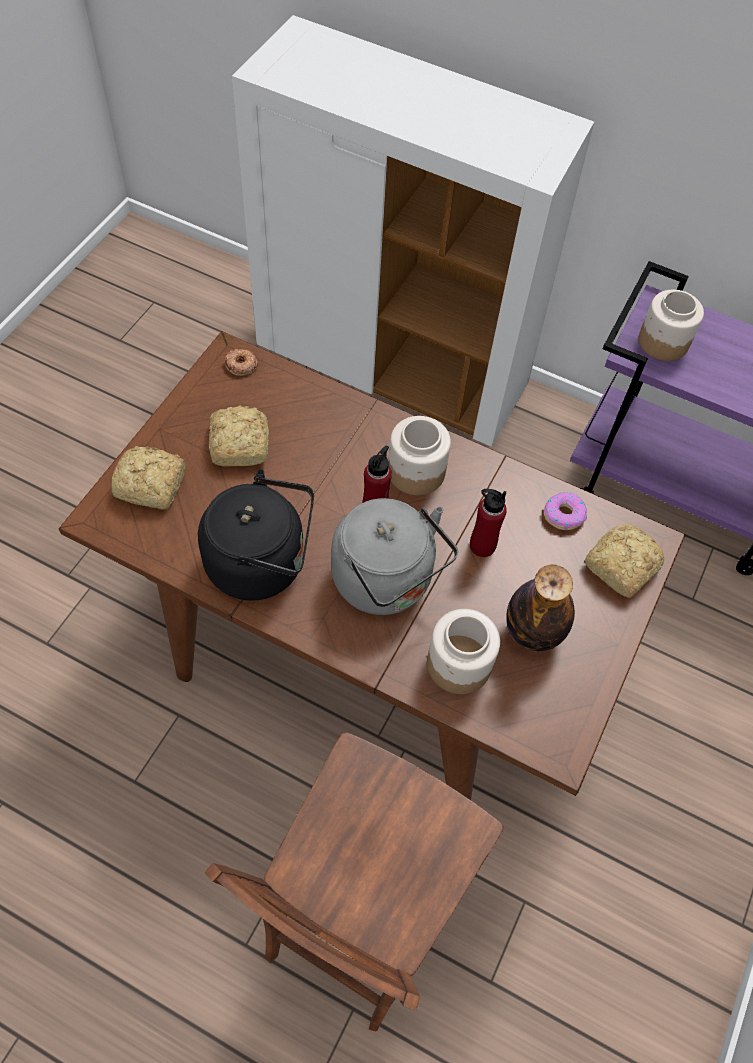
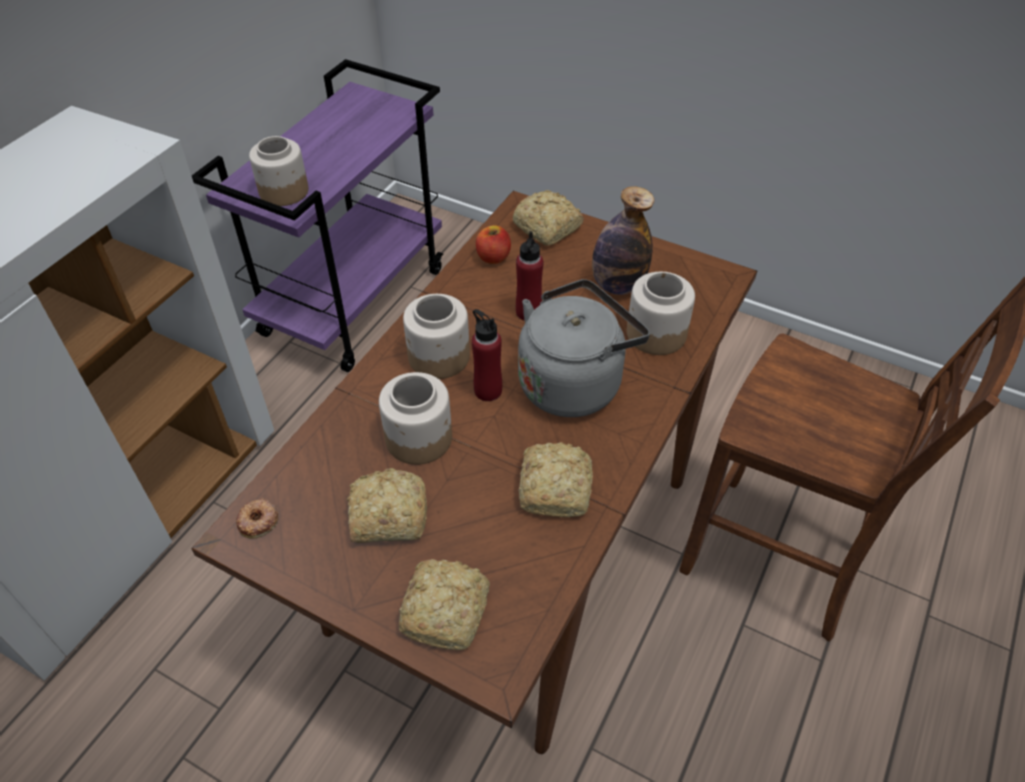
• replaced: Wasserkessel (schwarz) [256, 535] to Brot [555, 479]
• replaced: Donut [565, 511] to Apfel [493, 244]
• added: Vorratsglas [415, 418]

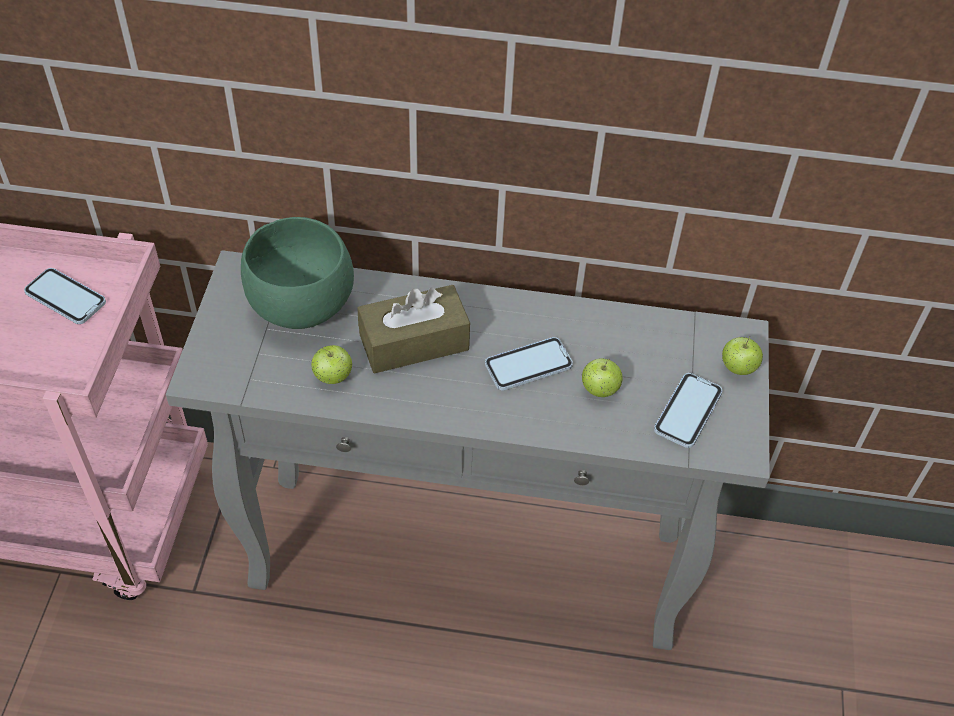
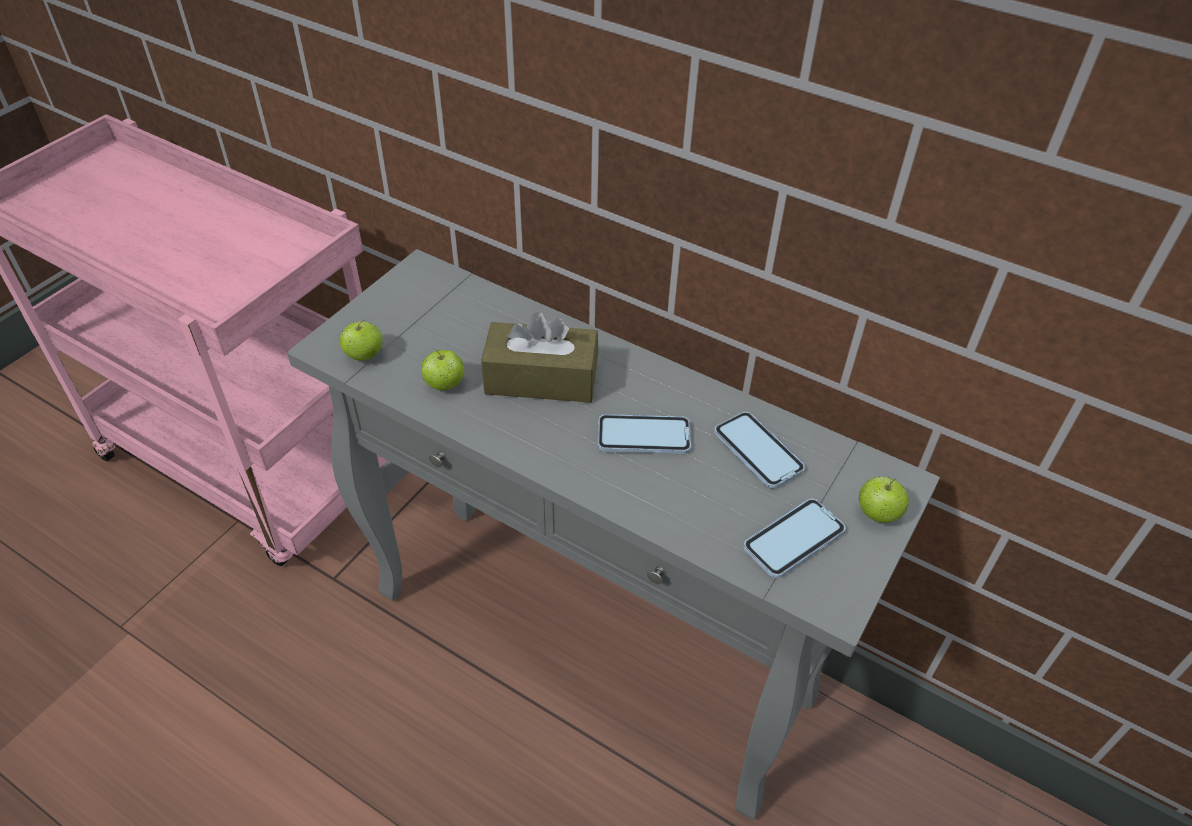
• moved: Handy [65, 296] to [759, 450]
• removed: Schüssel (grün) [297, 273]
• moved: Apfel [602, 377] to [361, 340]

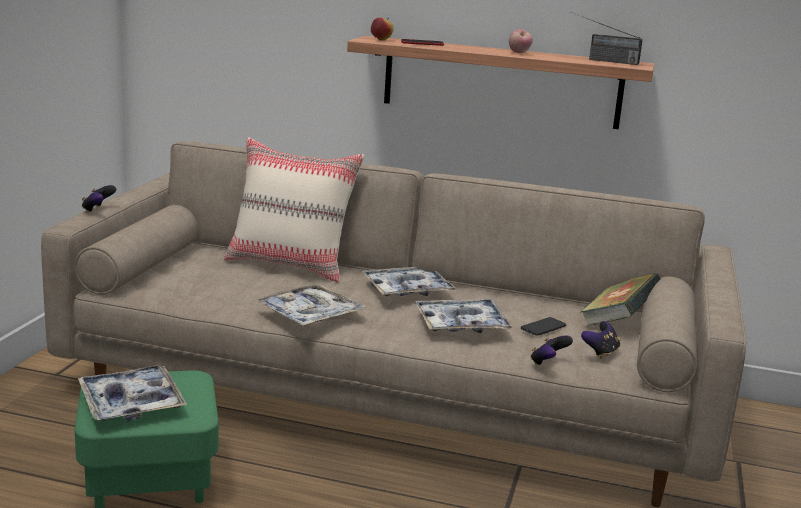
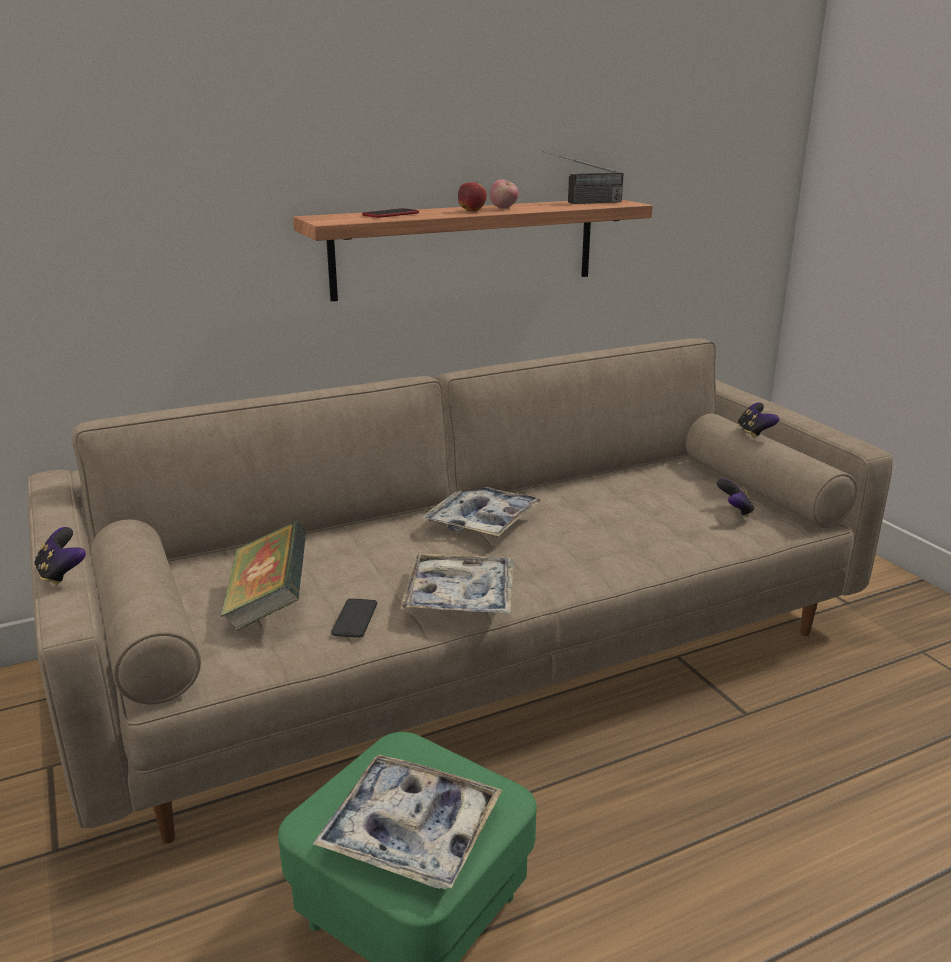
• removed: Kissen (beige) [294, 210]
• moved: Apfel [382, 28] to [472, 196]
• removed: Tablett [464, 316]
• moved: Handy [543, 326] to [354, 618]
• moved: Gamepad [551, 350] to [759, 420]
• moved: Buch [620, 299] to [263, 576]

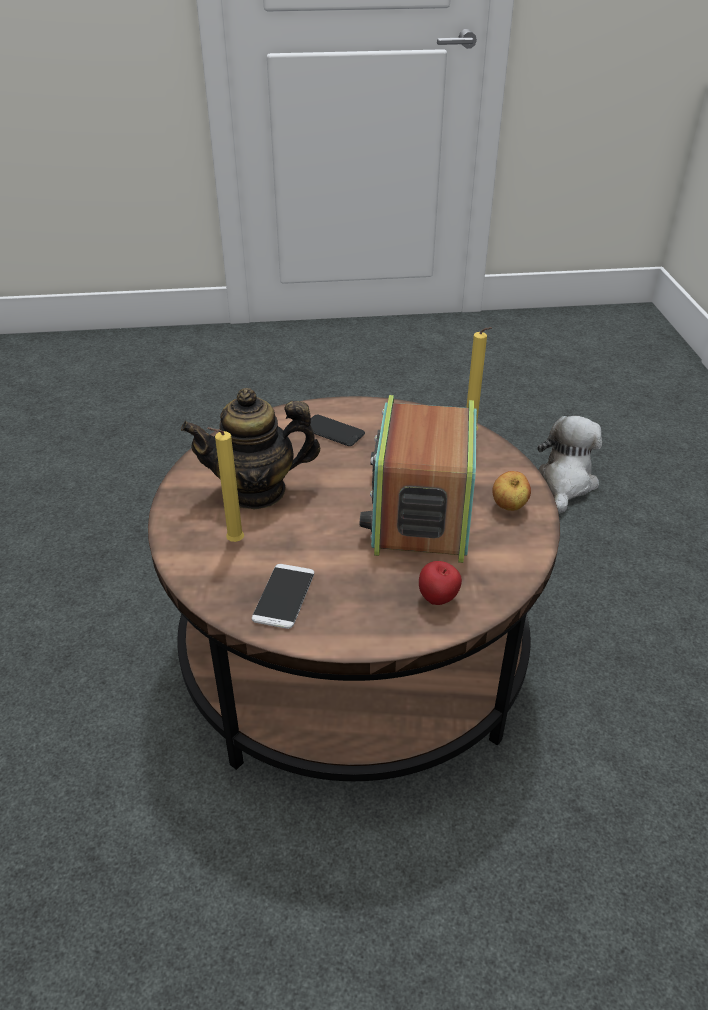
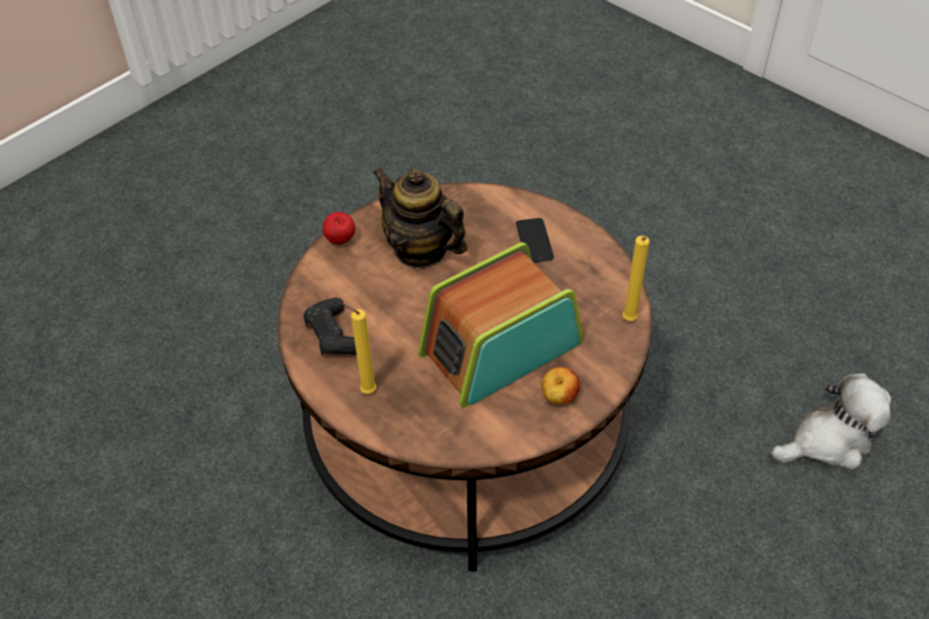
• moved: Kerze (gelb) [225, 484] to [359, 348]
• replaced: Handy [283, 596] to Gamepad (schwarz) [330, 326]
• moved: Apfel [440, 583] to [339, 228]

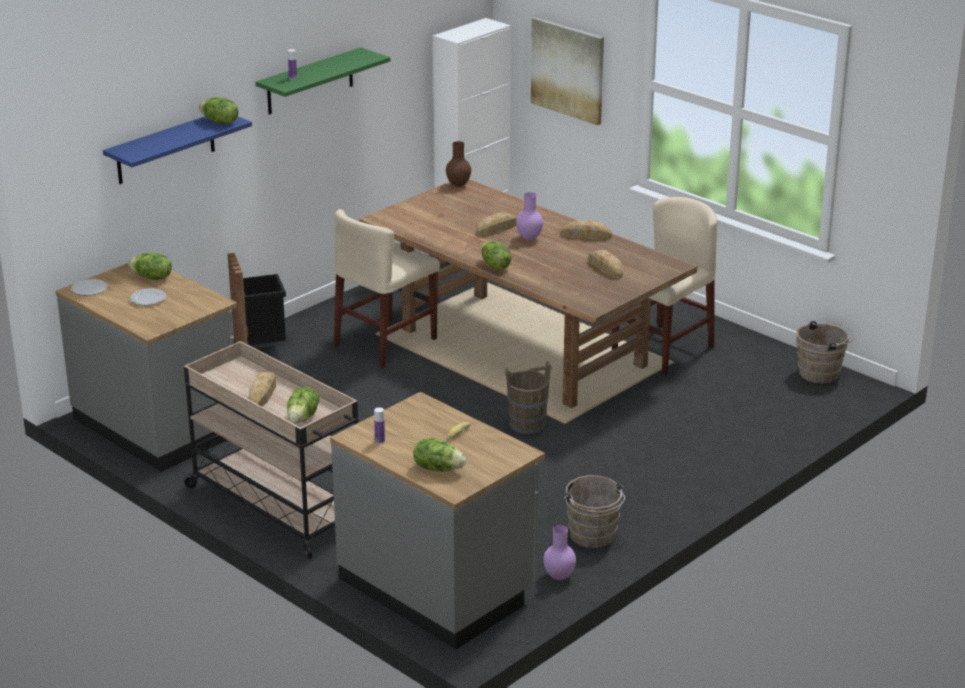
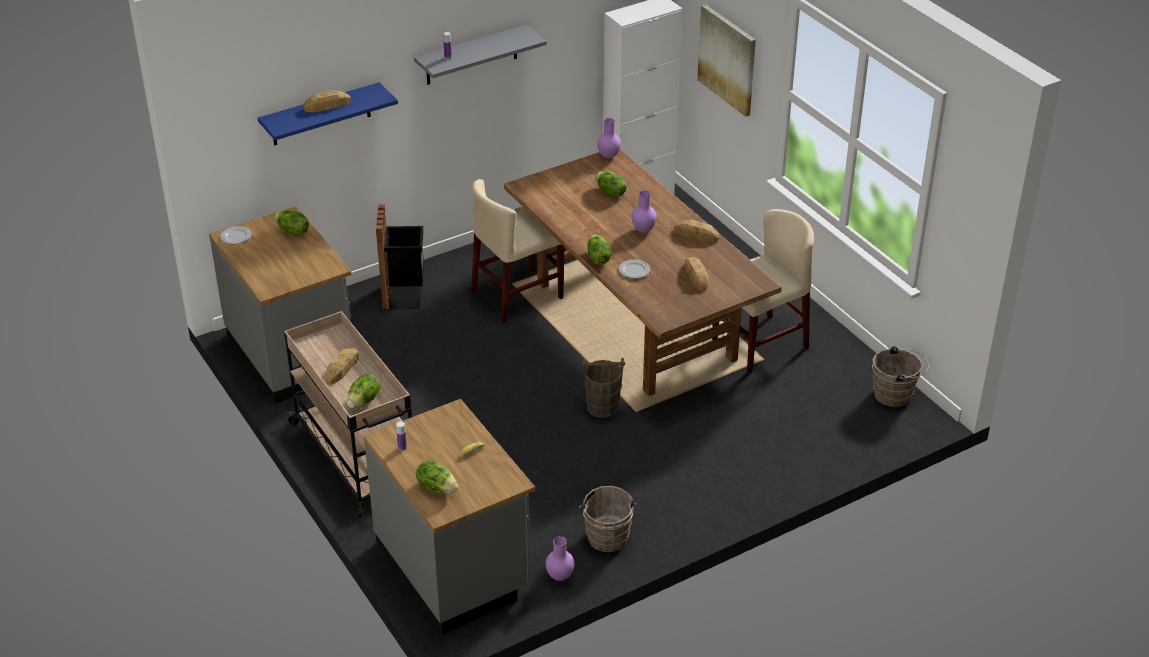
• moved: Teller [148, 297] to [634, 268]
• moved: Salatkopf [219, 110] to [611, 184]
• recoloured: Wandregal (grün) [323, 81] to Wandregal (grau) [480, 55]
• recoloured: Vase (braun) [458, 164] to Vase (lila) [609, 138]
• moved: Brot [496, 224] to [327, 101]

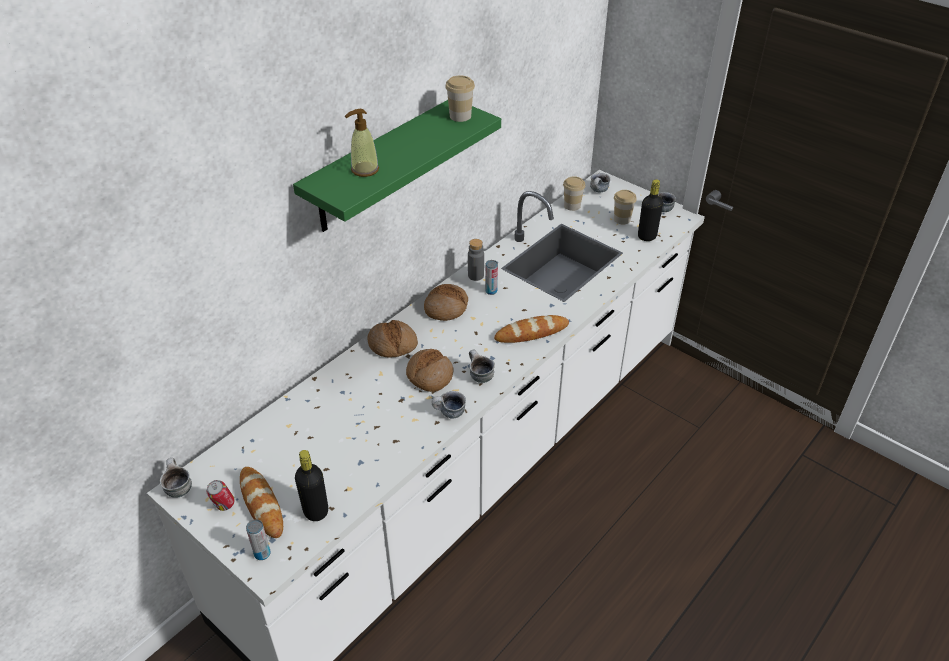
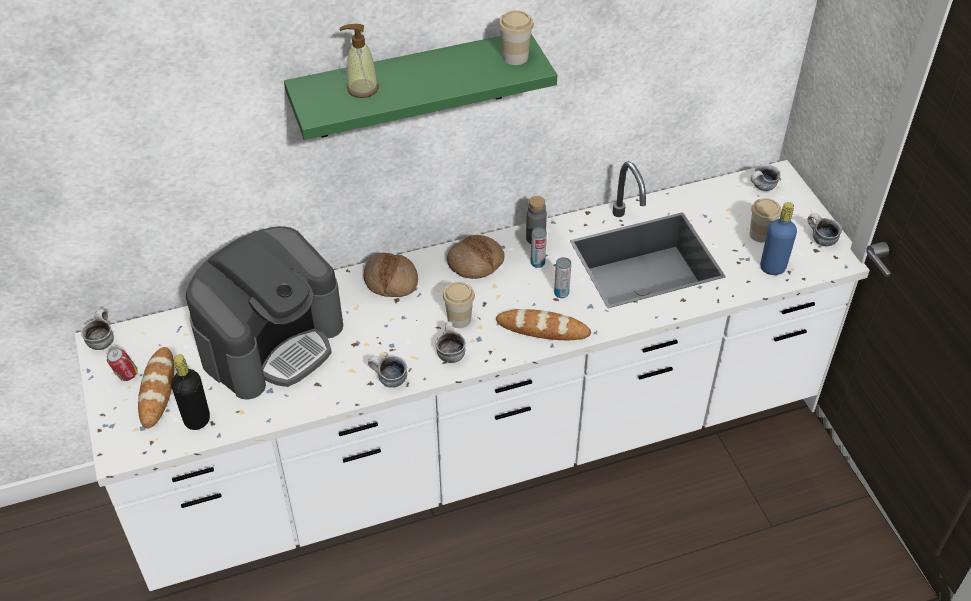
• moved: Dose [258, 539] to [562, 277]
• removed: Brot [429, 370]
• moved: Tasse [574, 193] to [459, 305]
• recoloured: Flasche (schwarz) [650, 210] to Flasche (blau) [778, 238]
• added: Kaffeemaschine [264, 313]

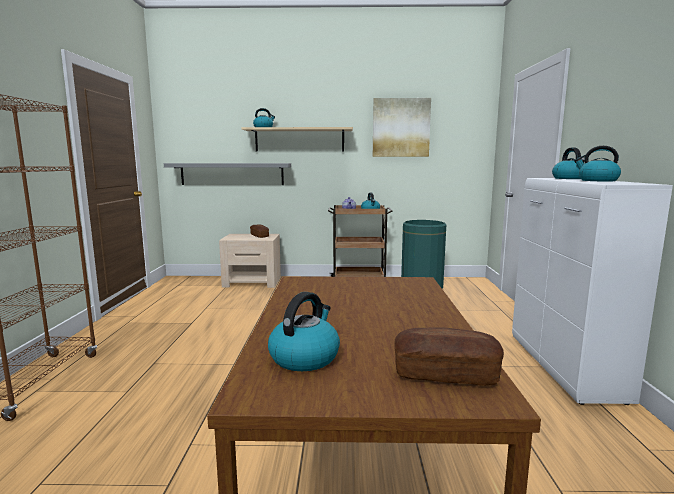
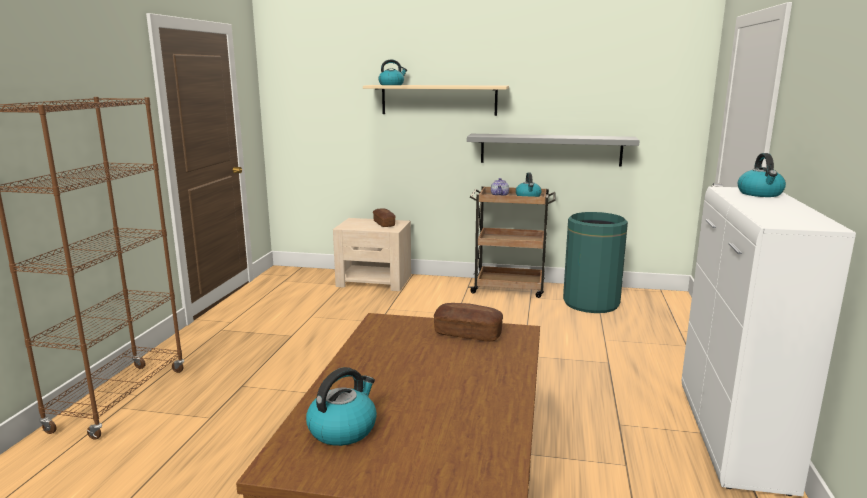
• moved: Wandregal (grau) [227, 174] to [553, 150]
• removed: Bild [402, 127]
• moved: Brot [449, 357] to [468, 322]
• removed: Wasserkessel [597, 163]

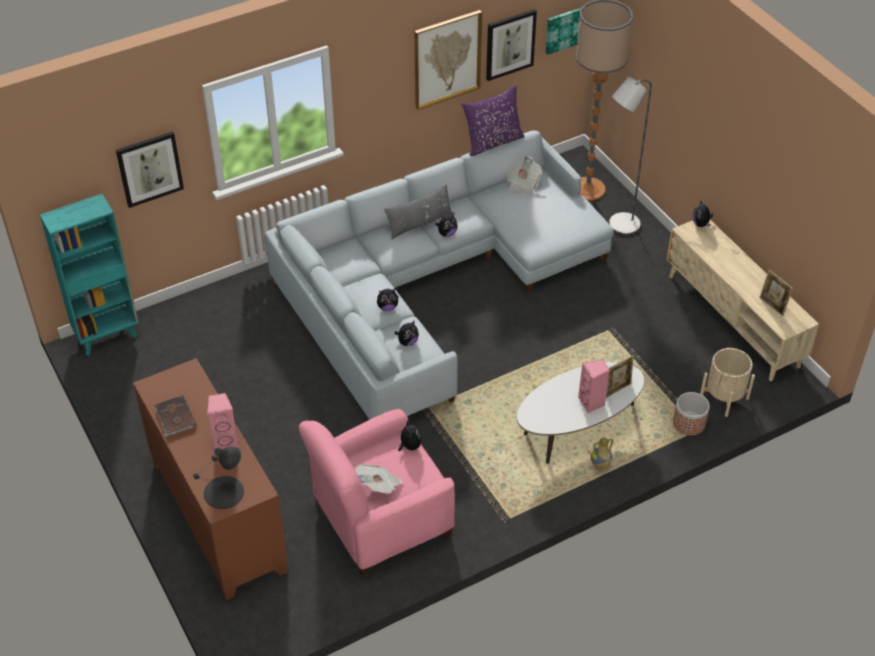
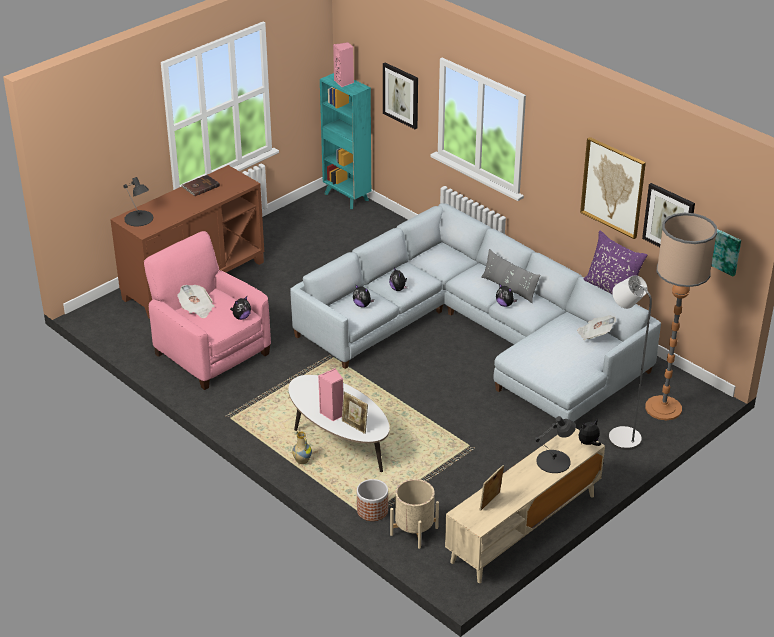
• moved: Lautsprecher (rosa) [223, 422] to [343, 64]
• added: Tischlampe (schwarz) [555, 444]

